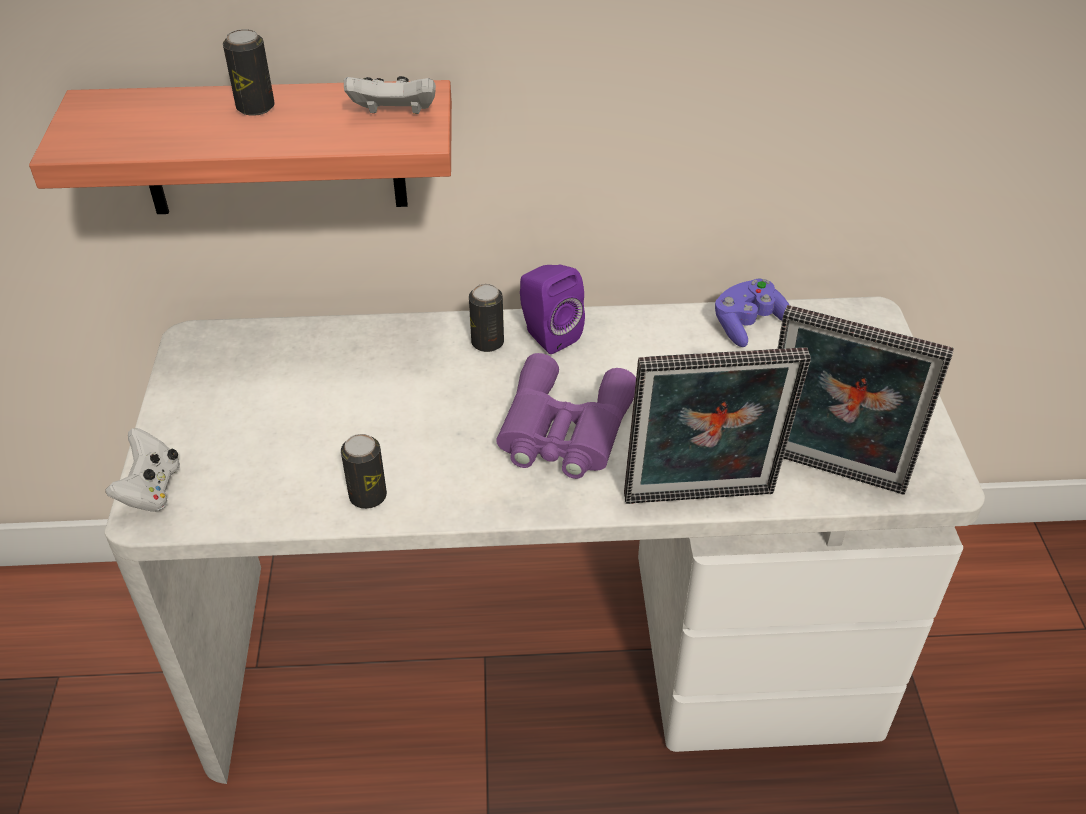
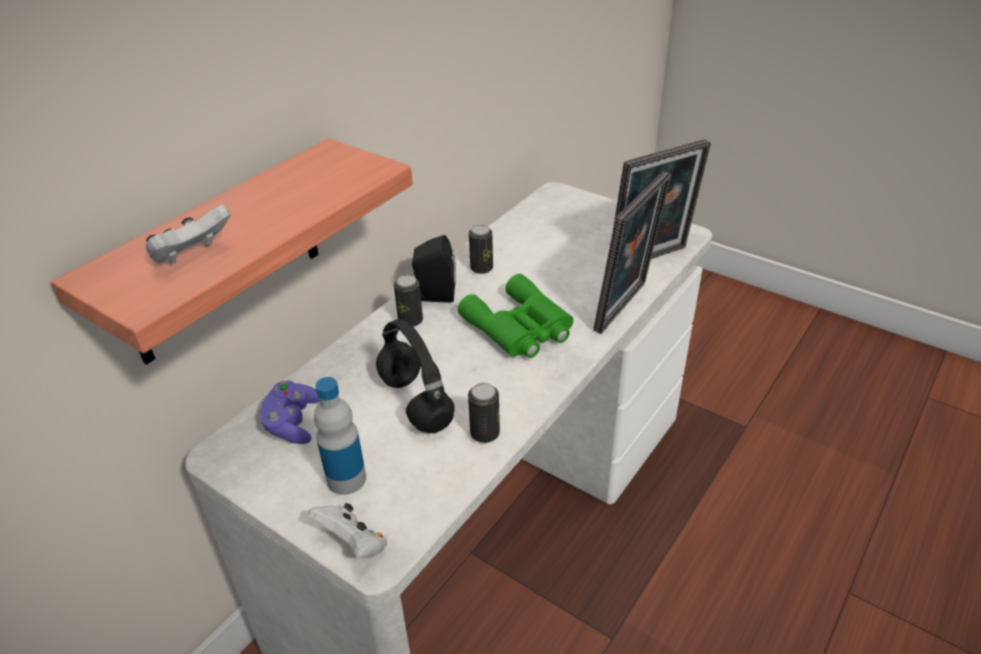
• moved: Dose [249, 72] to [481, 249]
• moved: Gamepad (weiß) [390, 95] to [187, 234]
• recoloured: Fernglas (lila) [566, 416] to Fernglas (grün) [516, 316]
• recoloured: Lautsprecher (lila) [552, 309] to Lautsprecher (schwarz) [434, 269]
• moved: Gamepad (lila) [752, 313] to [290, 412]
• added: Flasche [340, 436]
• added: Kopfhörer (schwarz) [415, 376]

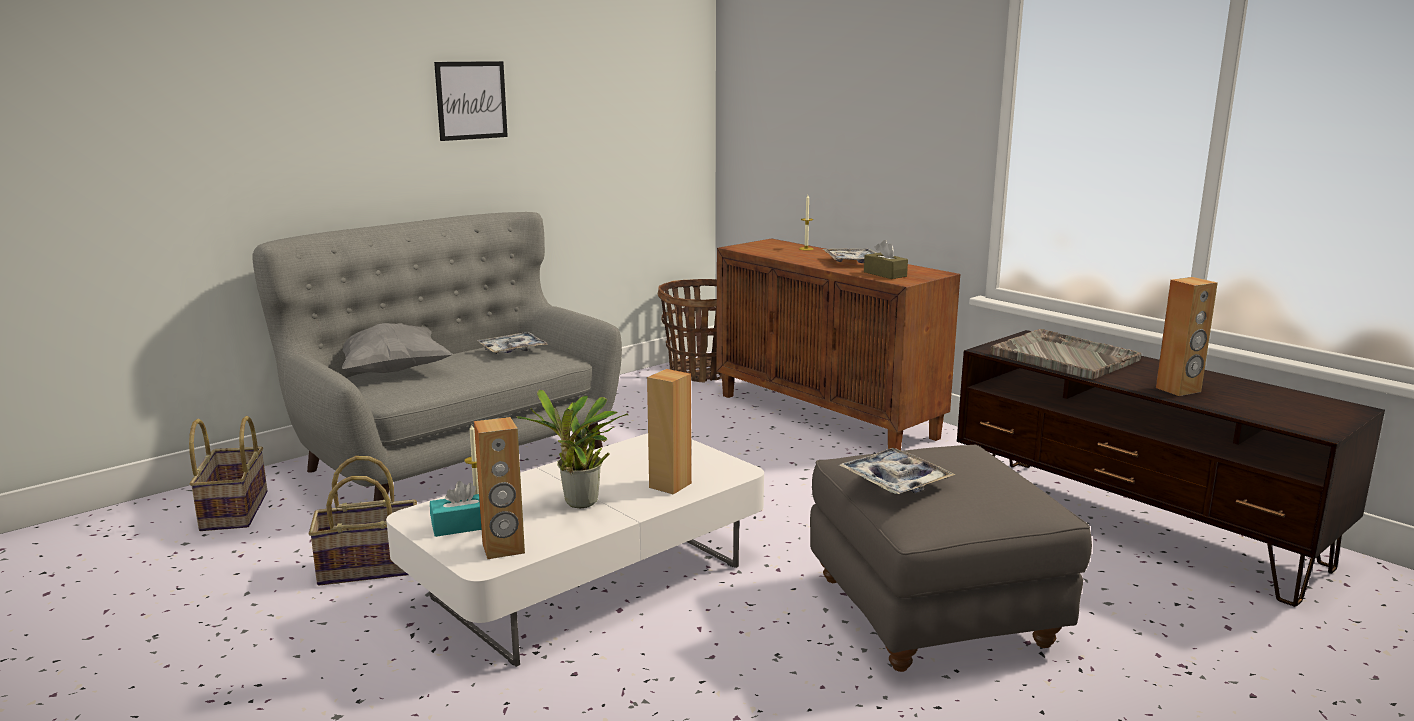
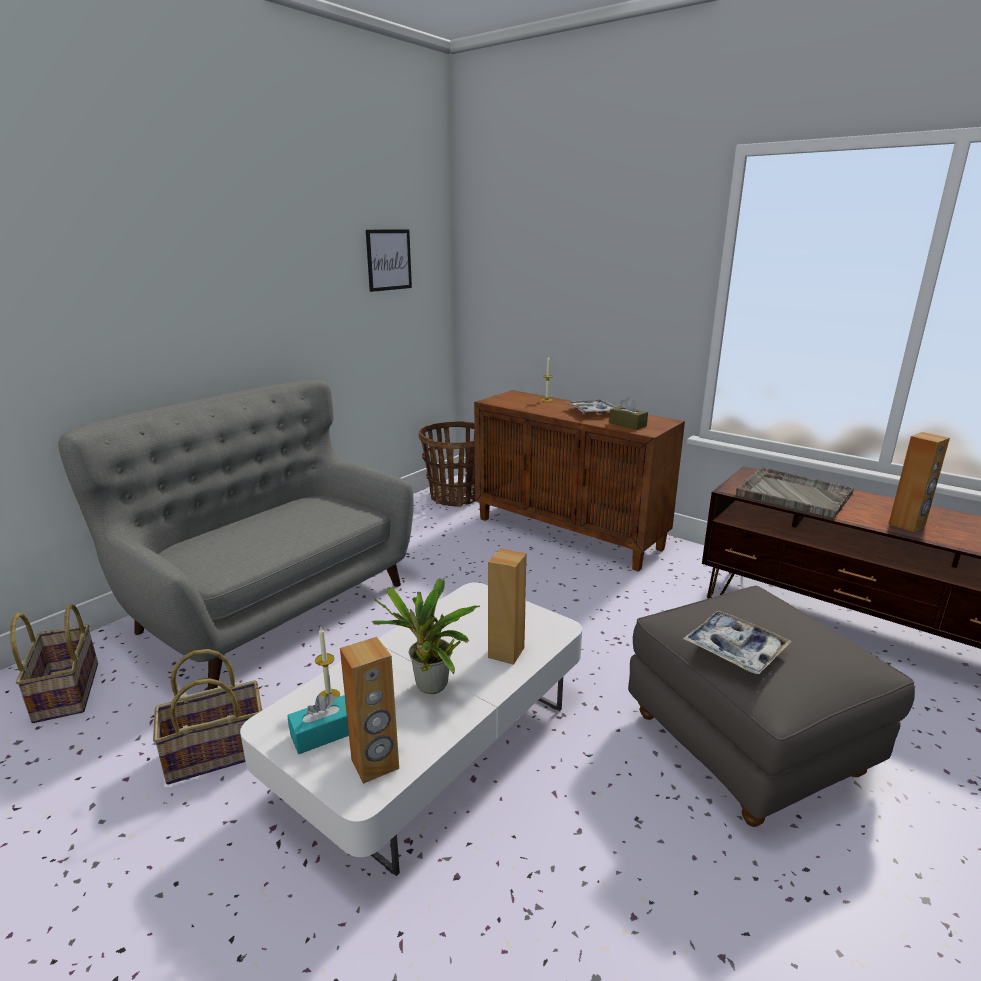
• removed: Kissen (grau) [397, 348]
• moved: Bild [471, 101] to [389, 261]
• removed: Tablett [512, 343]

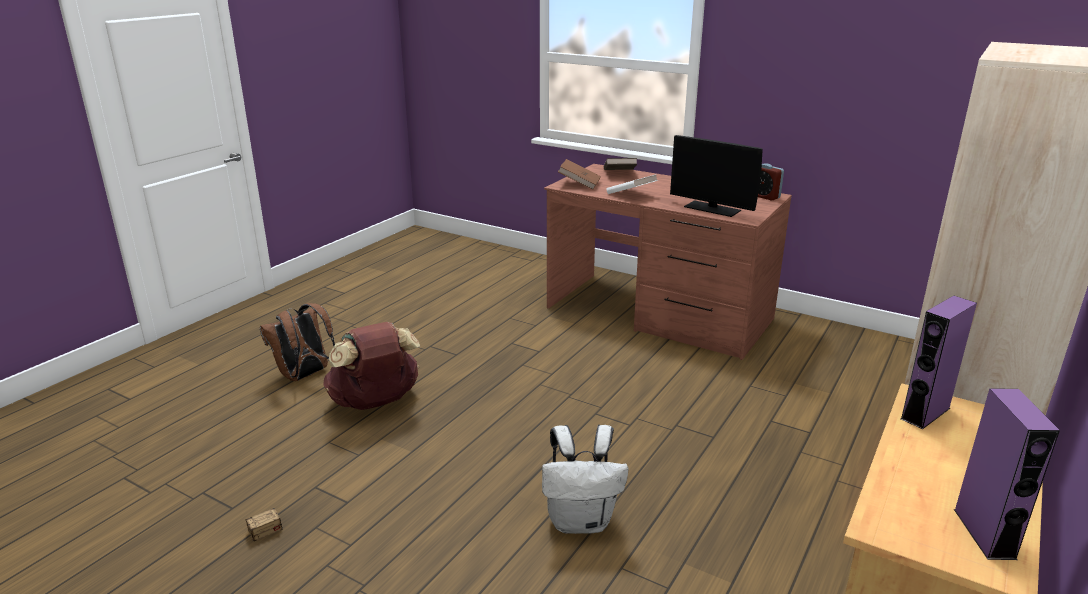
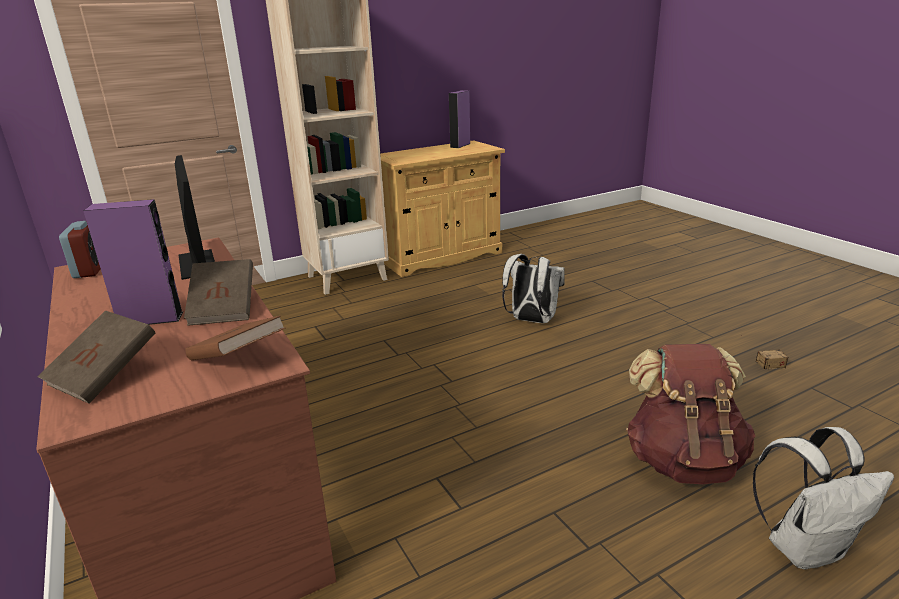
• recoloured: Rucksack (braun) [297, 342] to Rucksack (weiß) [823, 498]
• recoloured: Buch (weiß) [632, 184] to Buch (braun) [218, 292]
• moved: Lautsprecher (lila) [939, 362] to [133, 262]

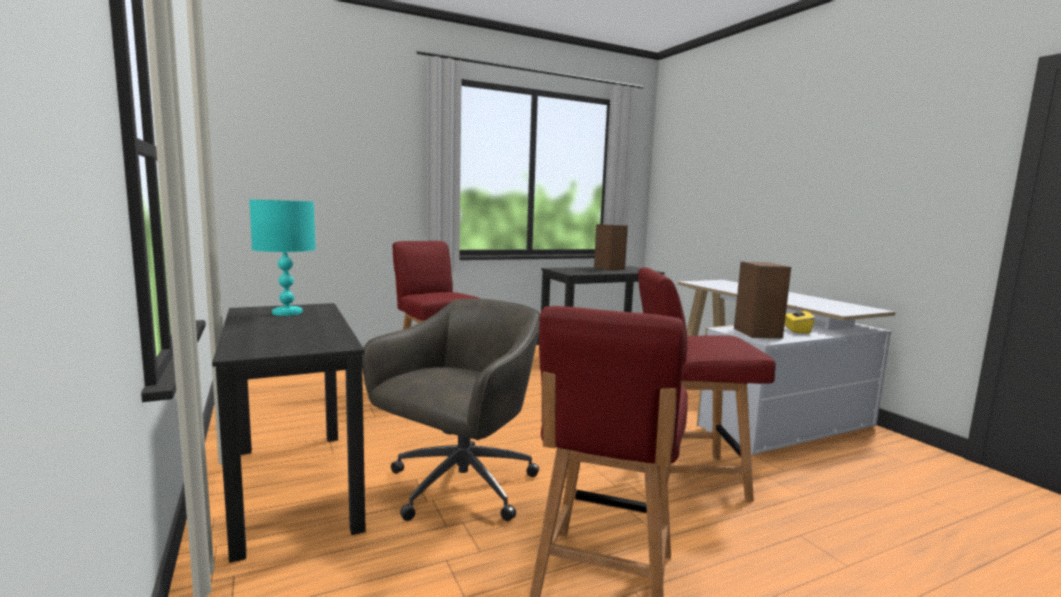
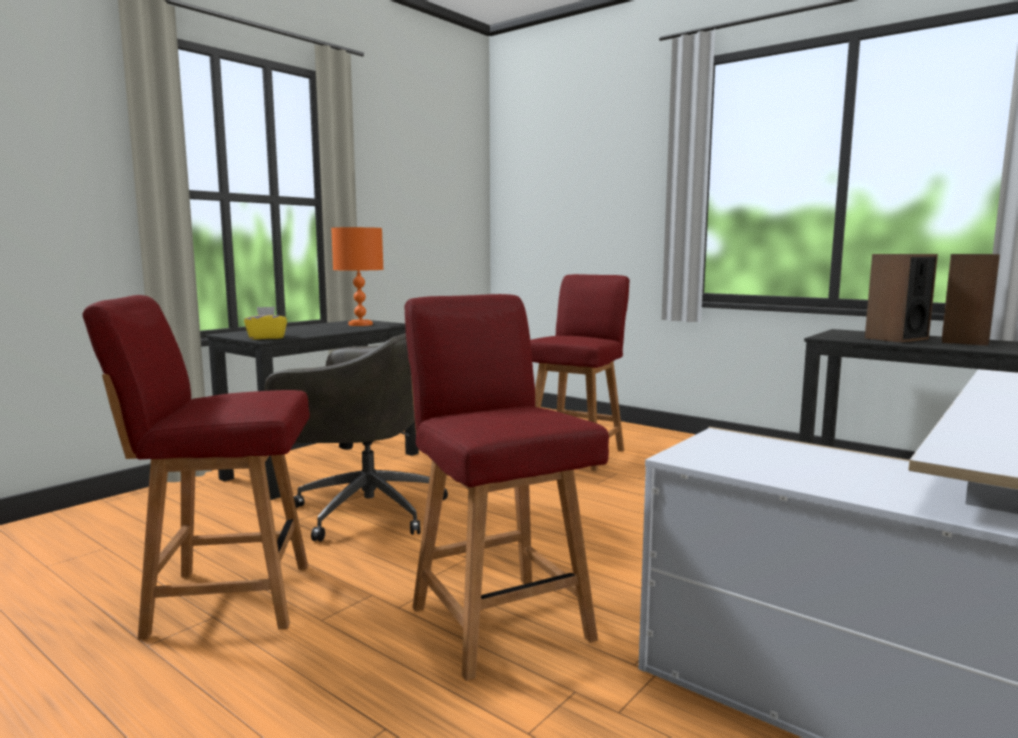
• recoloured: Tischlampe (türkis) [282, 258] to Tischlampe (orange) [357, 276]
• moved: Lautsprecher [762, 300] to [901, 298]
• moved: Taschentuchbox (gelb) [800, 320] to [265, 322]

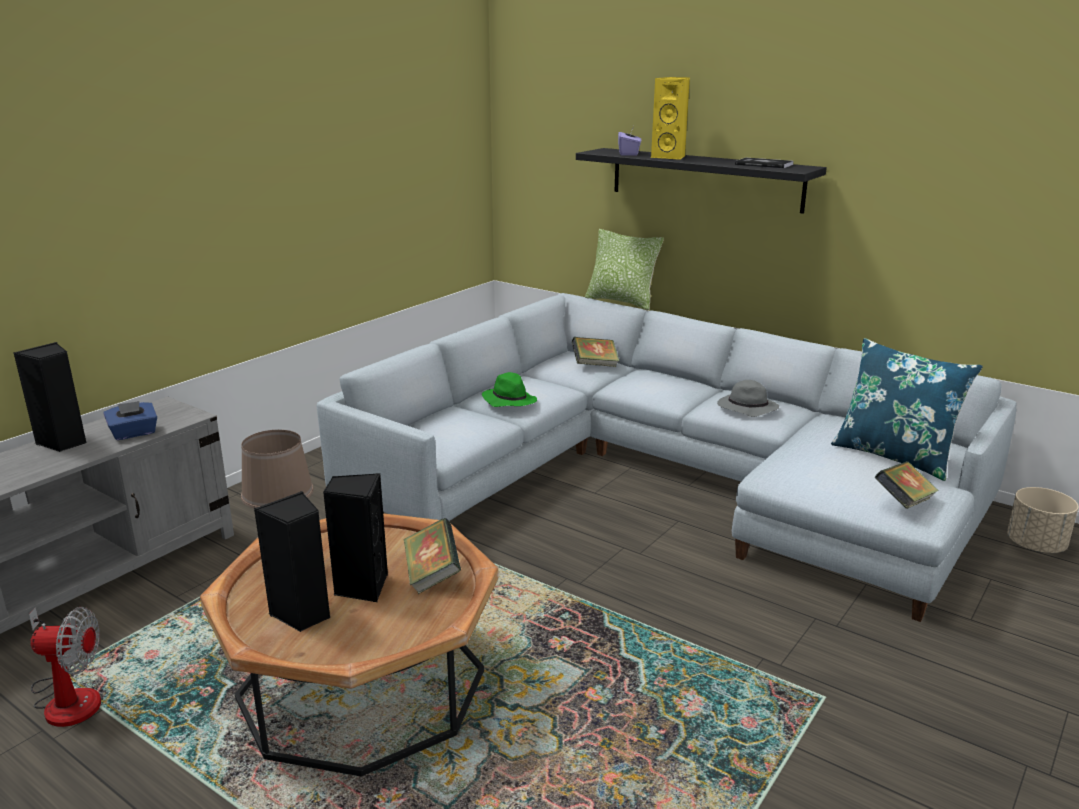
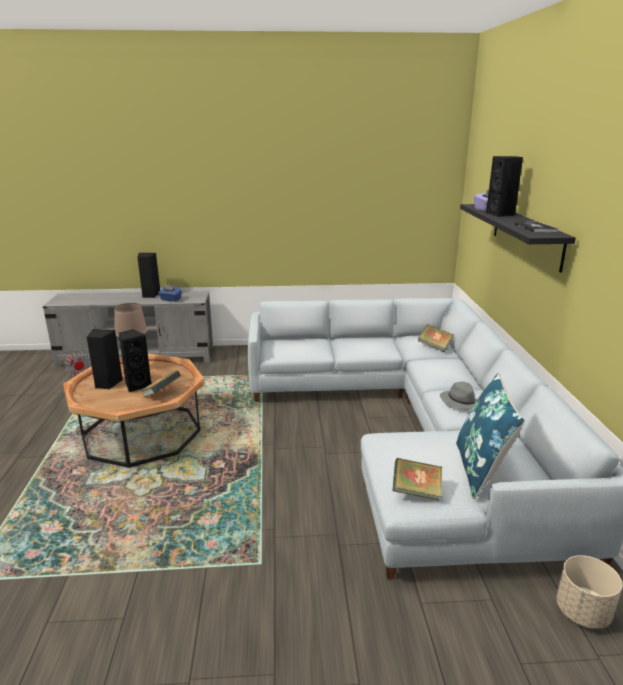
• removed: Hut (grün) [509, 389]
• removed: Kissen [624, 269]
• recoloured: Lautsprecher (gelb) [670, 118] to Lautsprecher (schwarz) [504, 186]

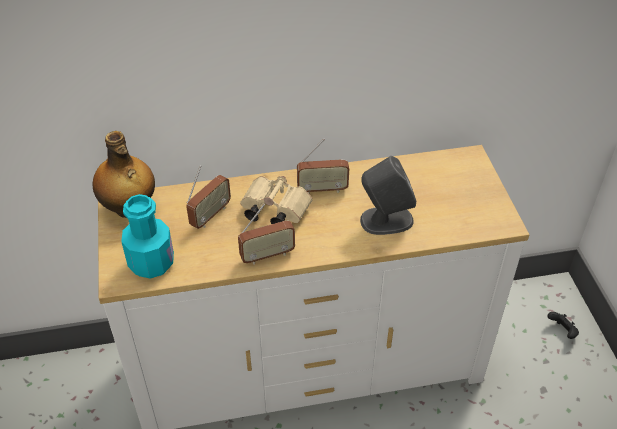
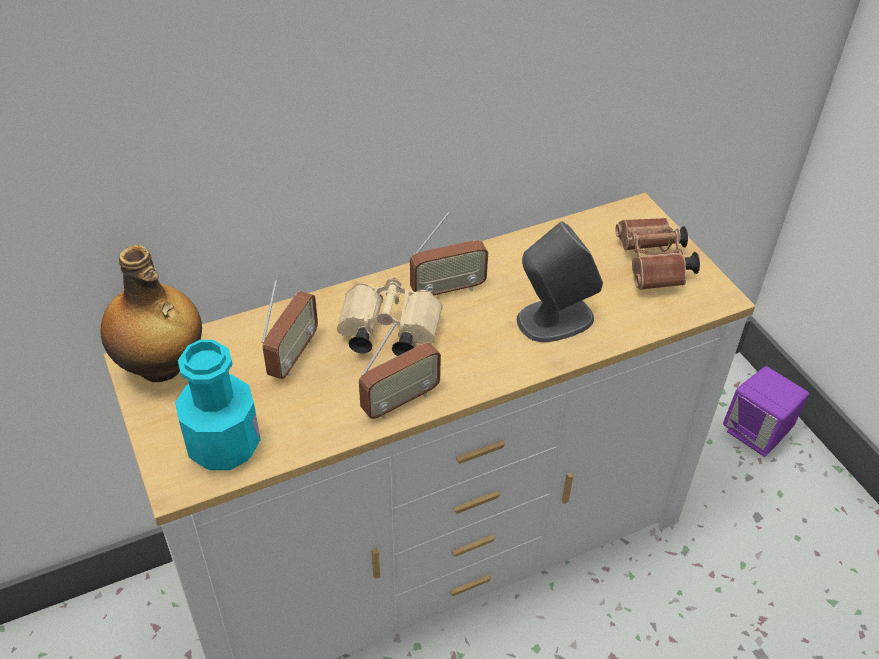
• replaced: Gamepad (schwarz) [563, 325] to Lautsprecher (lila) [766, 411]
• added: Fernglas (braun) [657, 254]

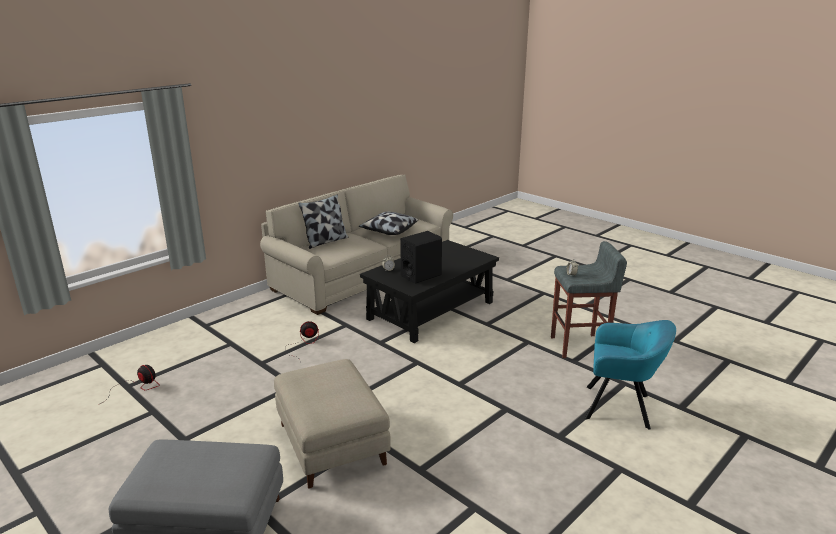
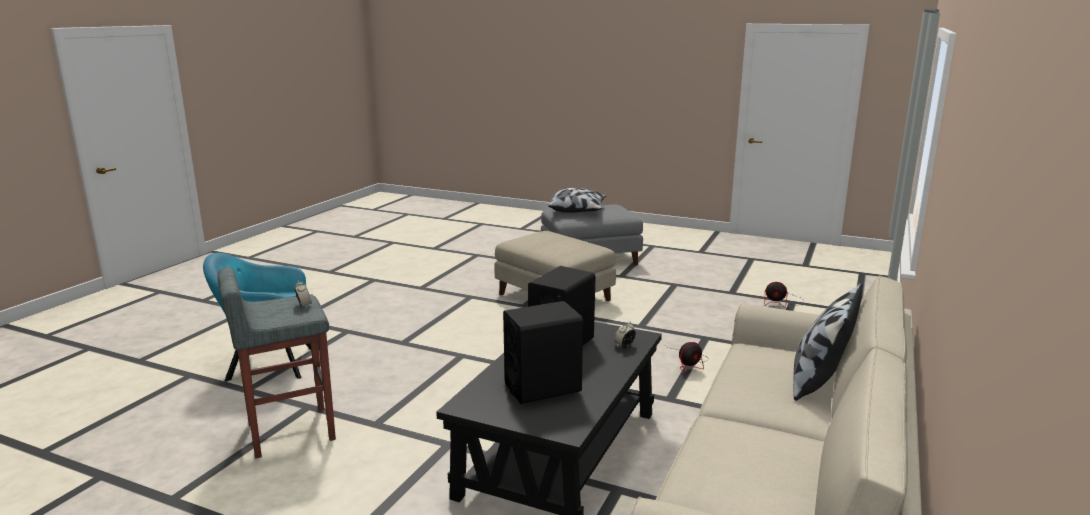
• moved: Kissen [388, 223] to [577, 200]
• added: Lautsprecher (schwarz) [543, 352]

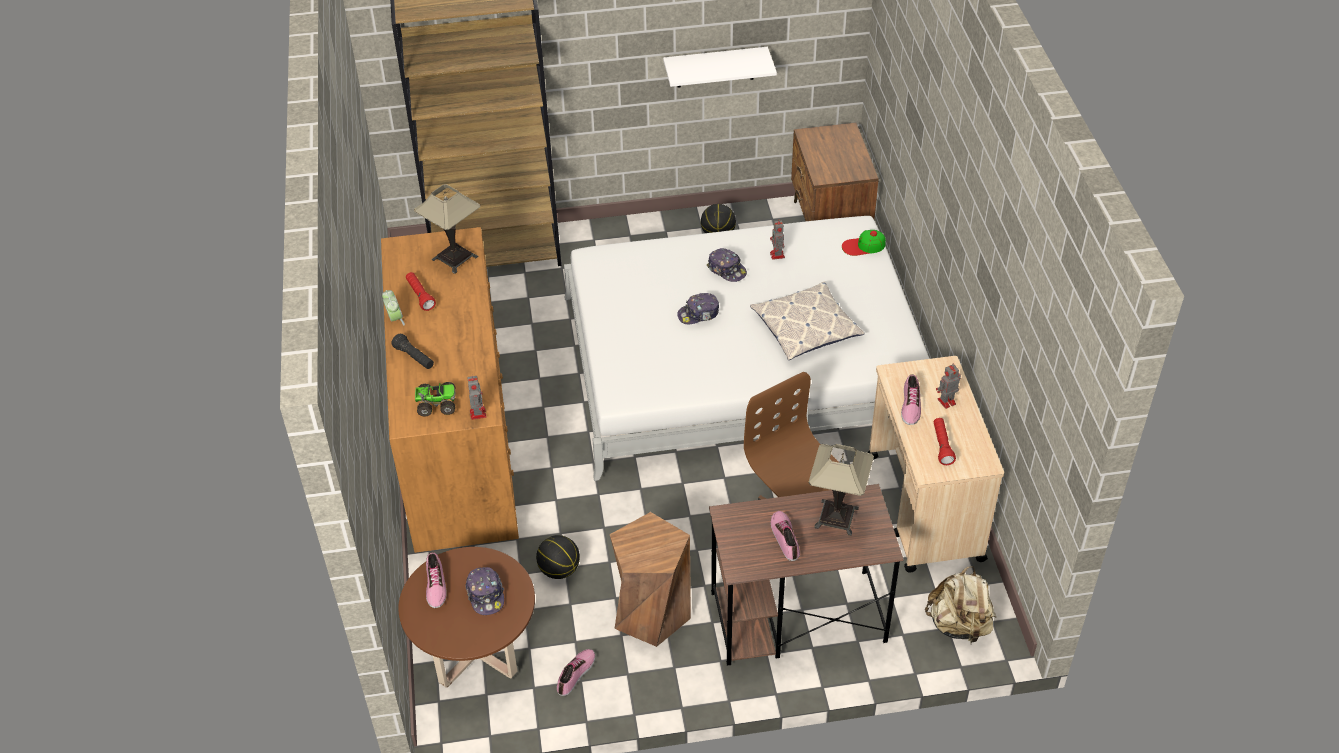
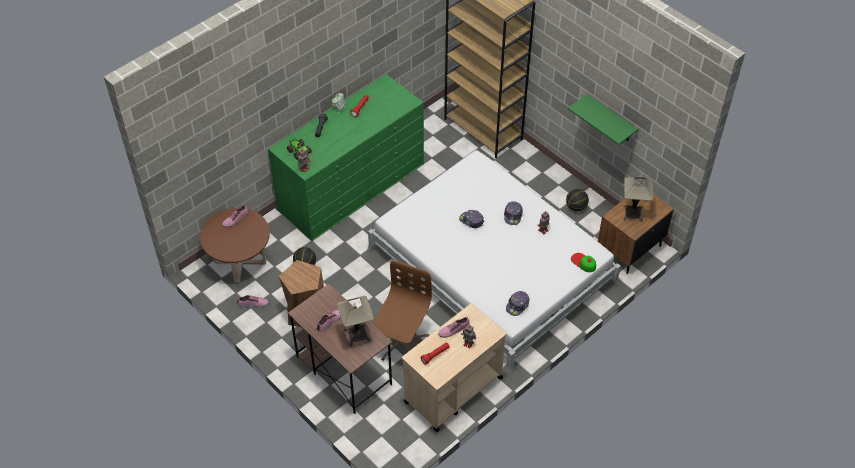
• recoloured: Kommode (braun) [450, 390] to Kommode (grün) [346, 157]
• moved: Tischlampe [447, 229] to [638, 199]
• moved: Kappe [484, 591] to [517, 303]
• recoloured: Wandregal (weiß) [720, 67] to Wandregal (grün) [603, 119]
• removed: Kissen [807, 320]
• removed: Rucksack (beige) [960, 605]

